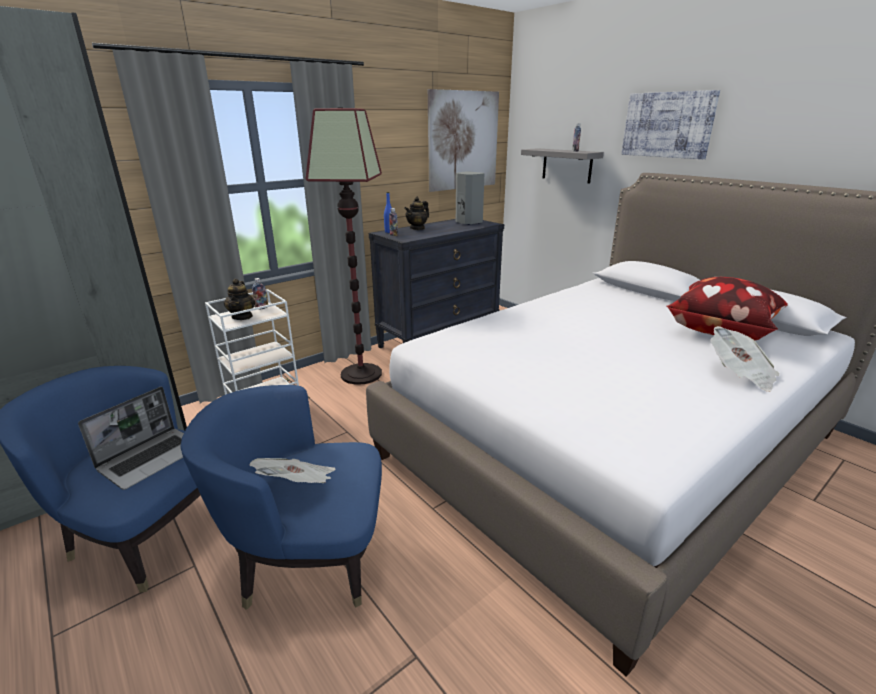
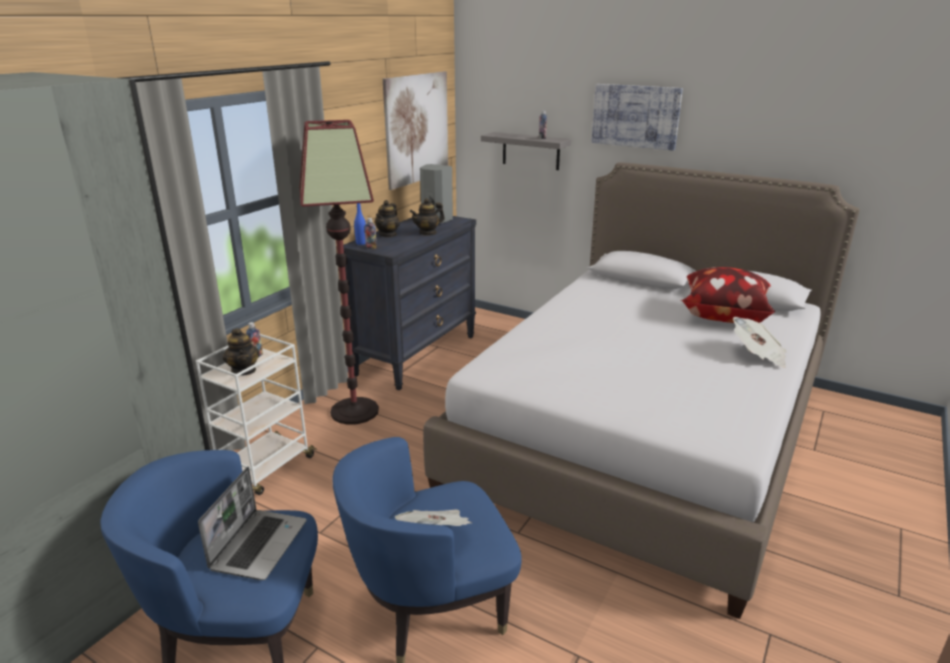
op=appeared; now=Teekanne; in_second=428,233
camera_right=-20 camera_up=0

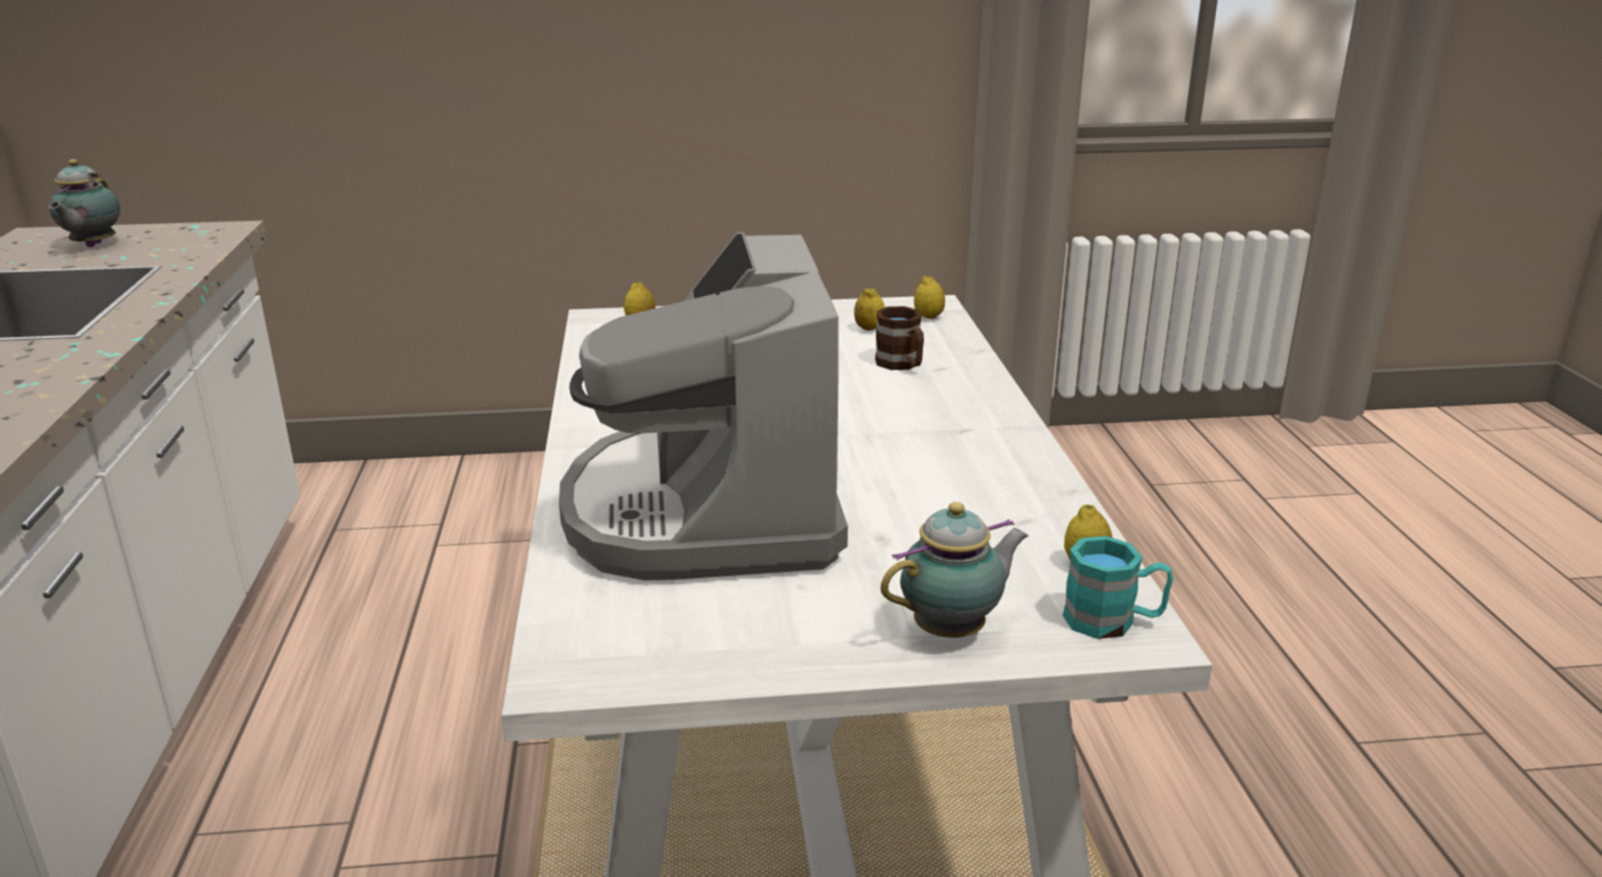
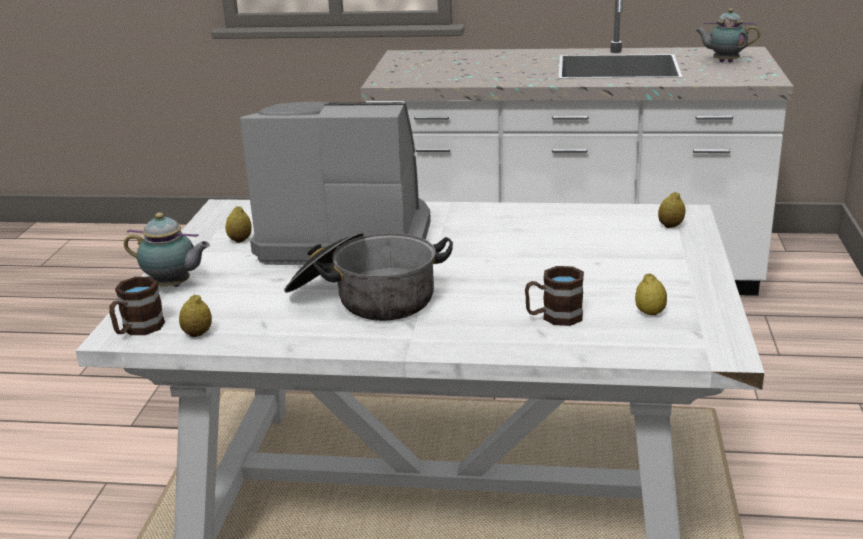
op=relocated; was=Zitrone; in_first=928,317; in_second=240,240
op=spun; was=Teekanne; in_first=954,630; in_second=173,286; clockwise=-60
op=colour; was=Henkelbecher/türkis; now=Henkelbecher/braun; in_first=1113,621; in_second=137,330
op=appeared; now=Kochtopf; in_second=365,299
camera_right=105 camera_up=0

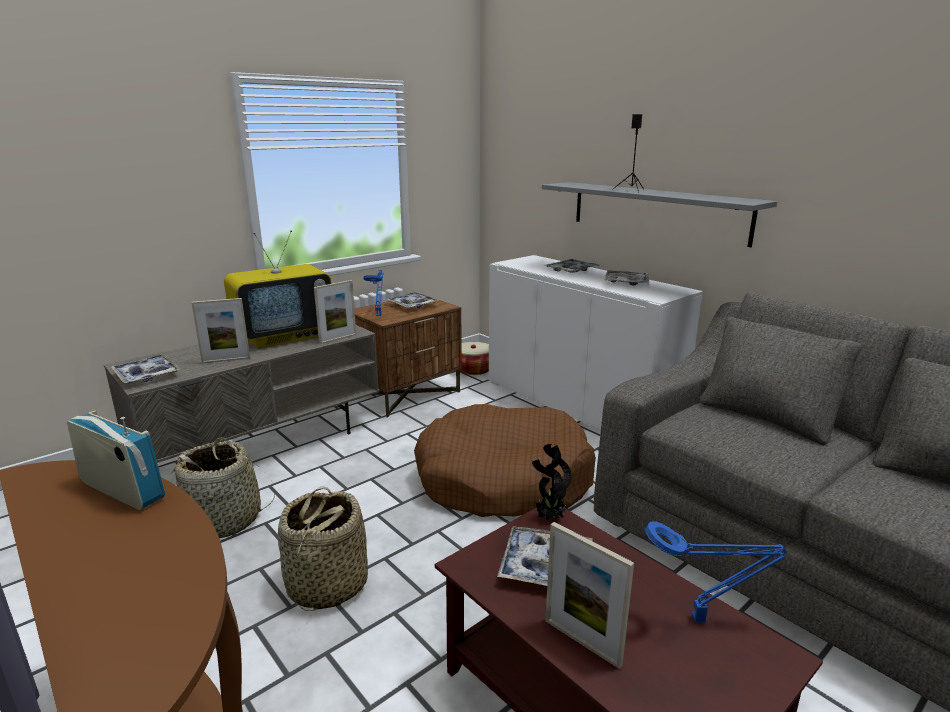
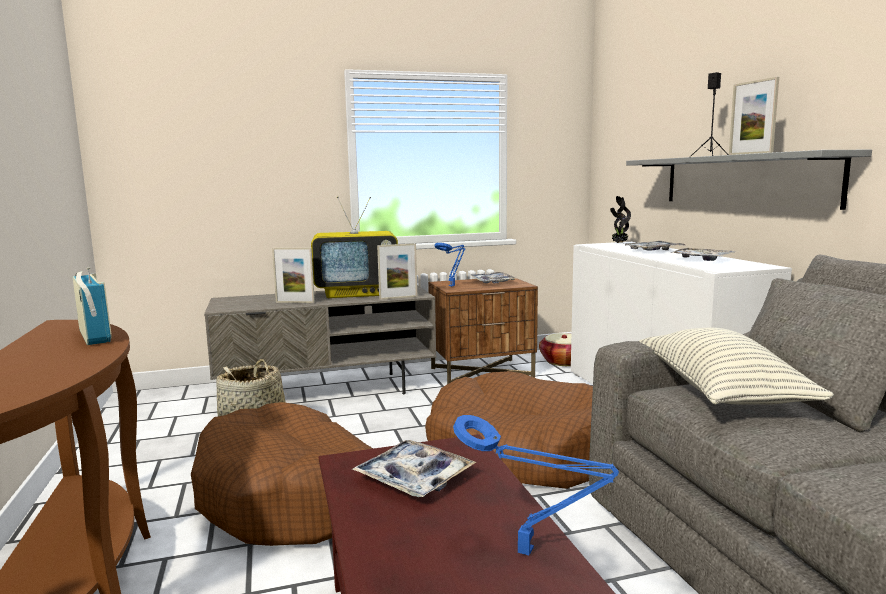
op=missing; was=Tablett; in_first=147,375
op=relocated; was=Topfpflanze; in_first=549,518; in_second=619,243
op=exchanged; was=Korb; now=Hundebett/braun; in_first=326,585; in_second=291,496
op=relocated; was=Bilderrahmen; in_first=582,642; in_second=750,154
op=appeared; now=Kissen; in_second=719,392
camera_right=25 camera_up=-10

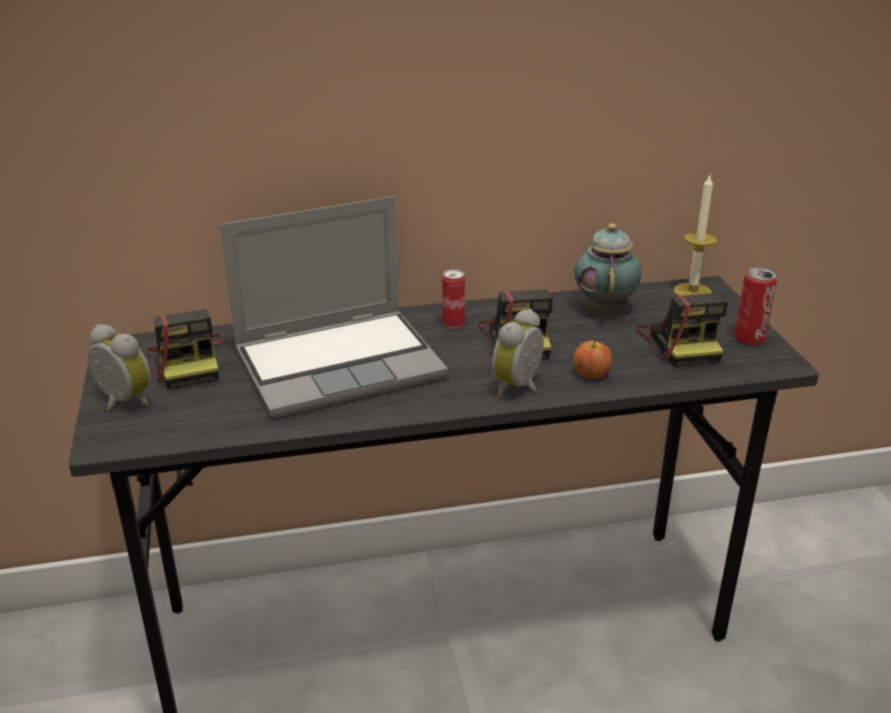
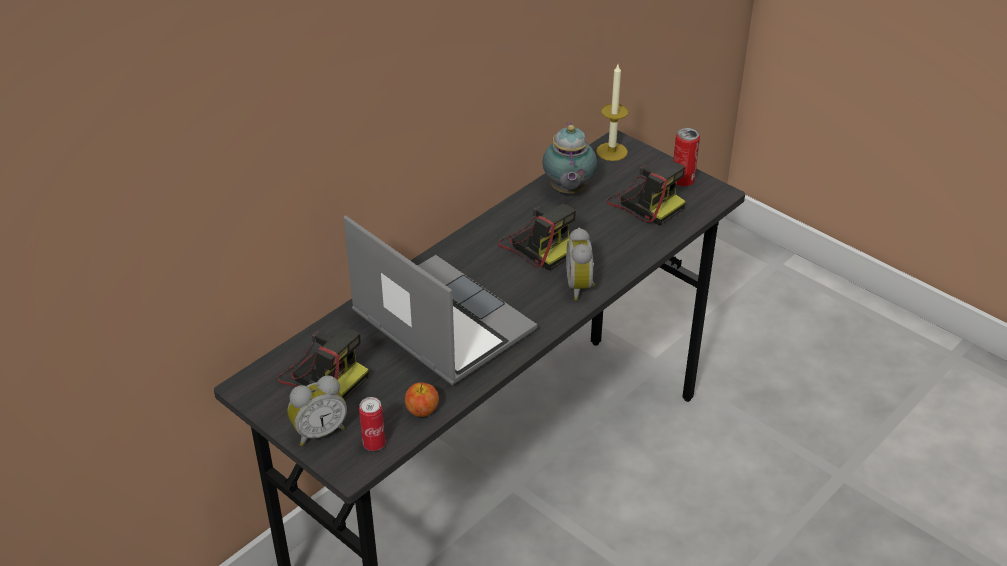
op=spun; was=Laptop; in_first=341,364; in_second=439,323; clockwise=-75
op=spun; was=Teekanne; in_first=605,307; in_second=568,191; clockwise=-150
op=relocated; was=Dose; in_first=453,324; in_second=374,444
op=spun; was=Wecker; in_first=122,403; in_second=319,431; clockwise=150
op=relocated; was=Apfel; in_first=591,374; in_second=422,410
camera_right=-35 camera_up=10

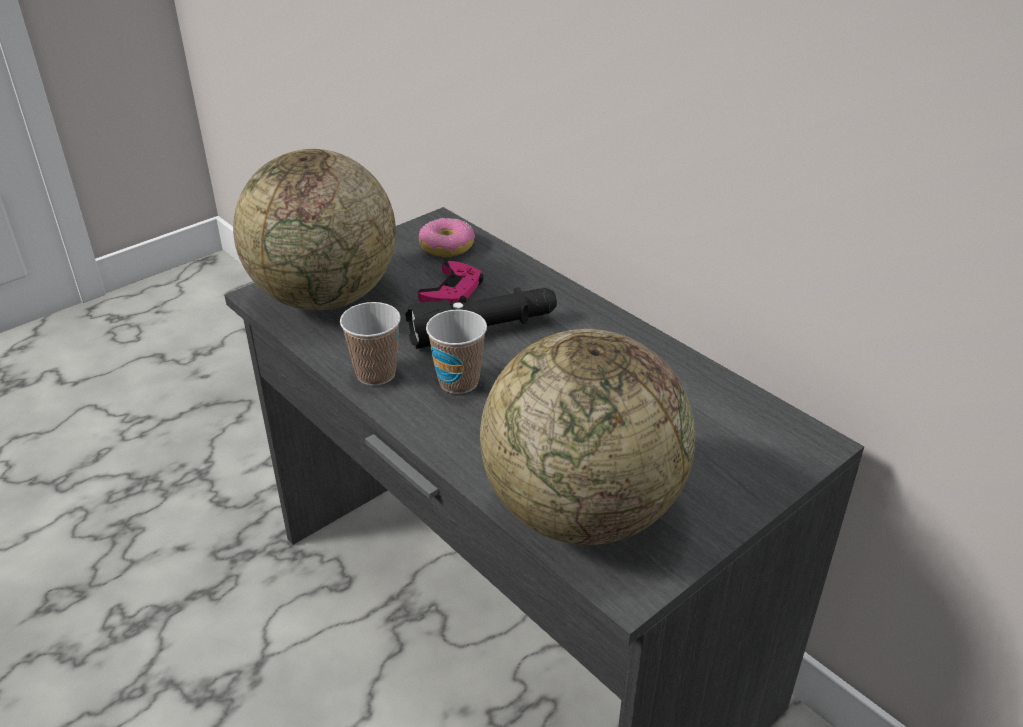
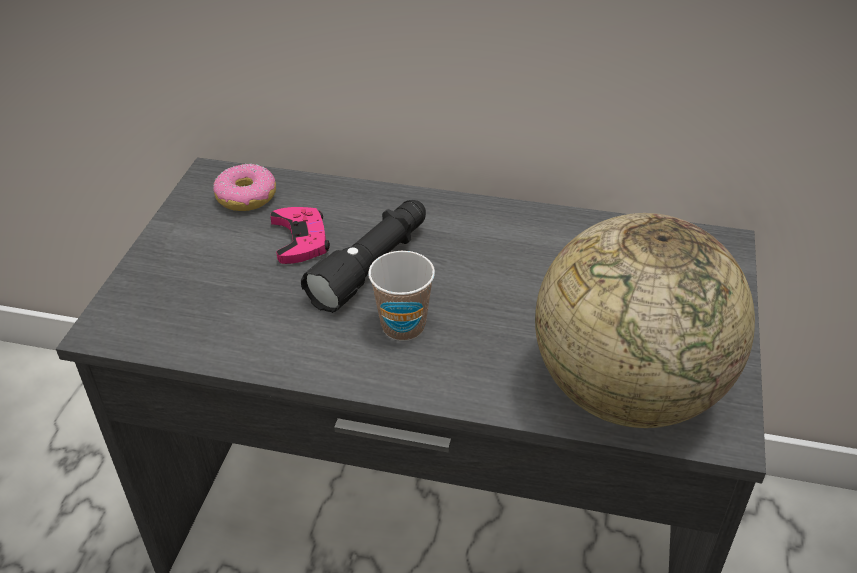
op=missing; was=Globus; in_first=325,297
op=missing; was=Tasse; in_first=376,374
camera_right=-35 camera_up=5

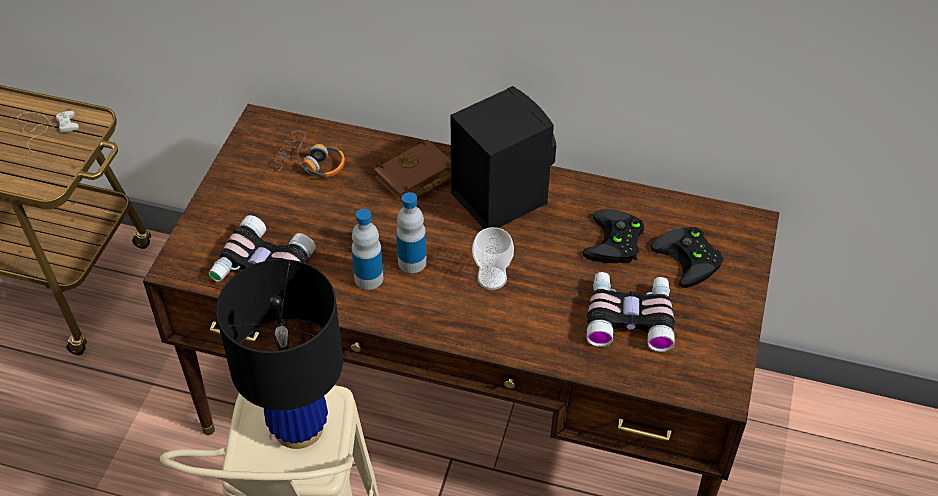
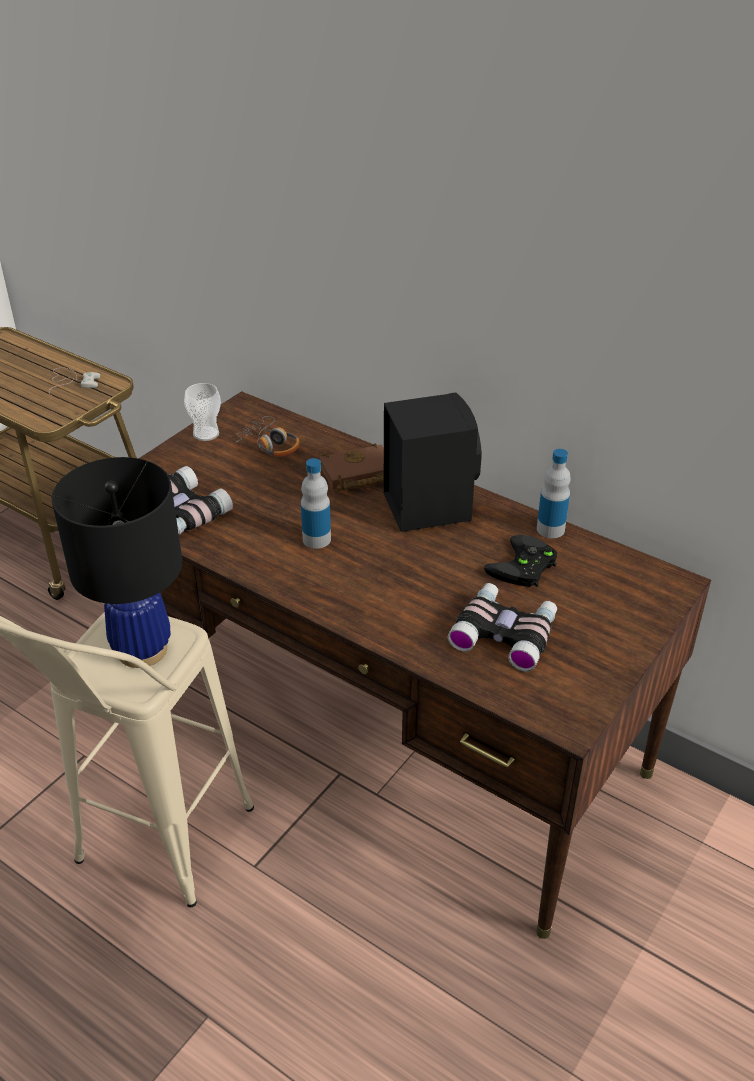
op=relocated; was=Flasche; in_first=369,278; in_second=550,529
op=relocated; was=Tasse; in_first=492,278; in_second=206,434
op=missing; was=Gamepad/schwarz; in_first=691,259
camera_right=20 camera_up=-10

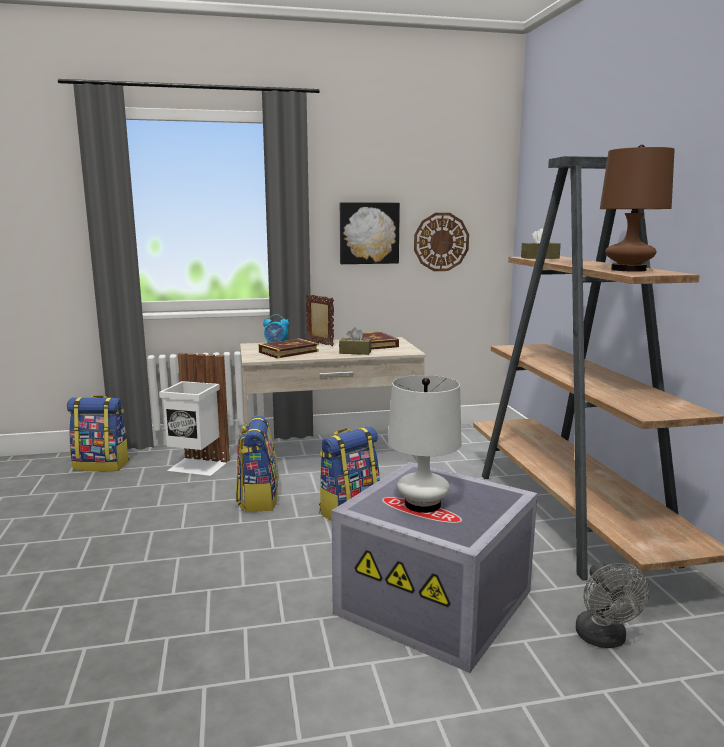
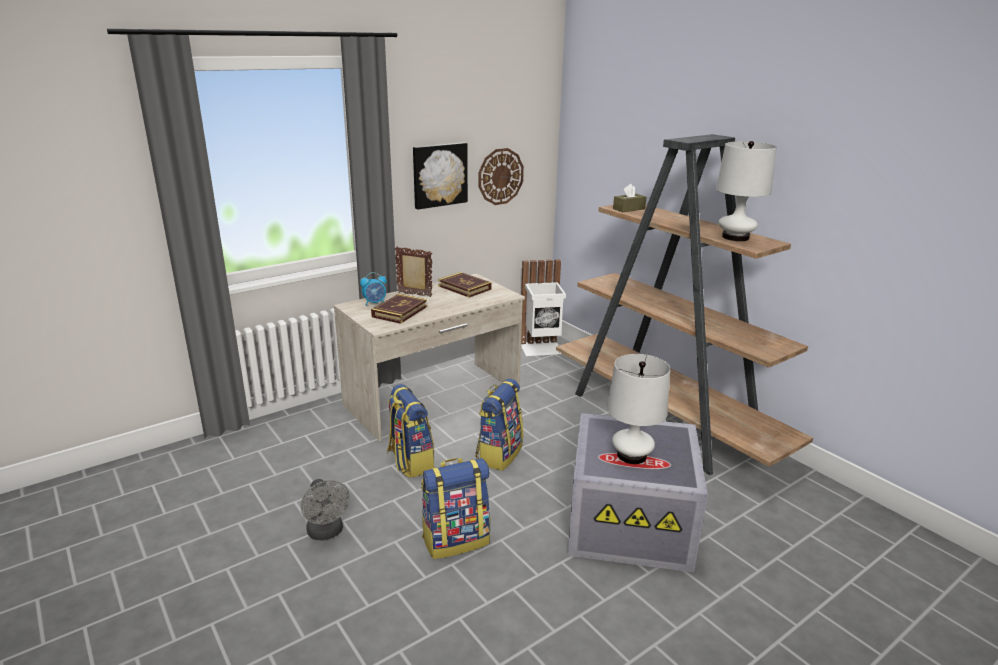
op=colour; was=Tischlampe/braun; now=Tischlampe/weiß; in_first=628,270; in_second=735,237
op=missing; was=Taschentuchbox/braun; in_first=355,352
op=relocated; was=Mülleimer/weiß; in_first=198,466; in_second=541,348
op=relocated; was=Rucksack; in_first=102,465; in_second=456,540
op=relocated; was=Ventilator/grau; in_first=604,639; in_second=327,533
camera_right=-25 camera_up=10

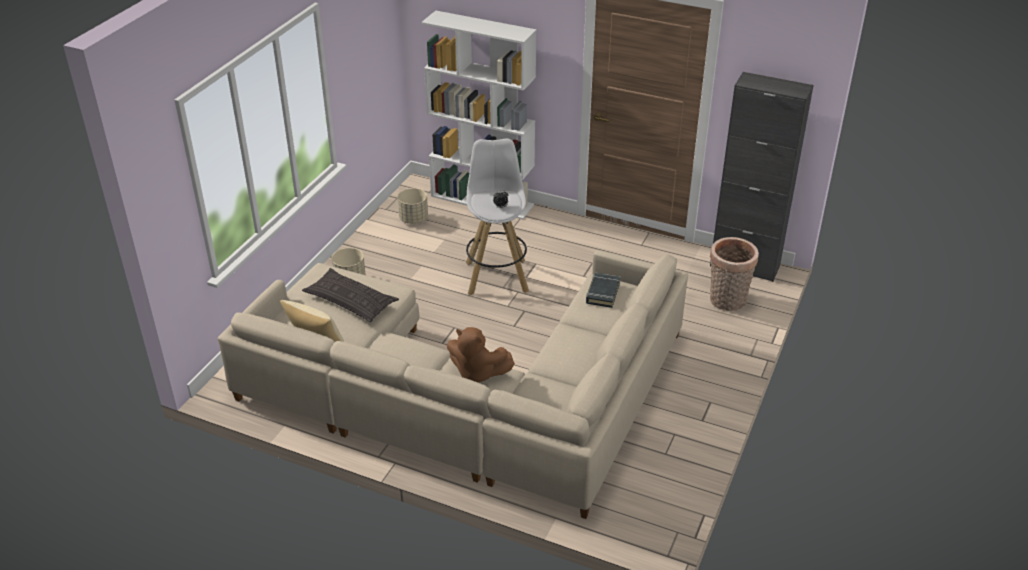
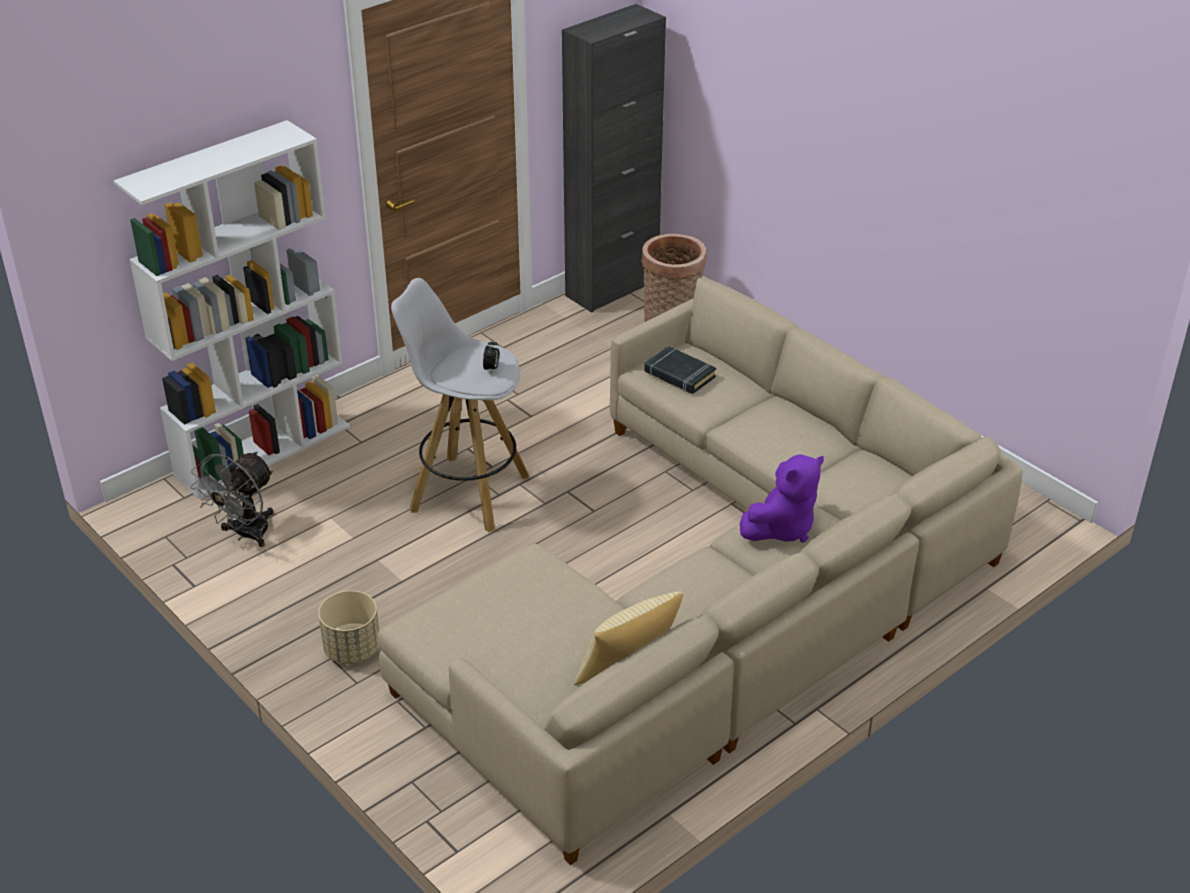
op=exchanged; was=Pflanzkübel/beige; now=Ventilator/grau; in_first=413,219; in_second=245,534
op=missing; was=Kissen; in_first=350,301
op=colour; was=Plüschtier/braun; now=Plüschtier/lila; in_first=477,373; in_second=782,528
camera_right=-65 camera_up=0

